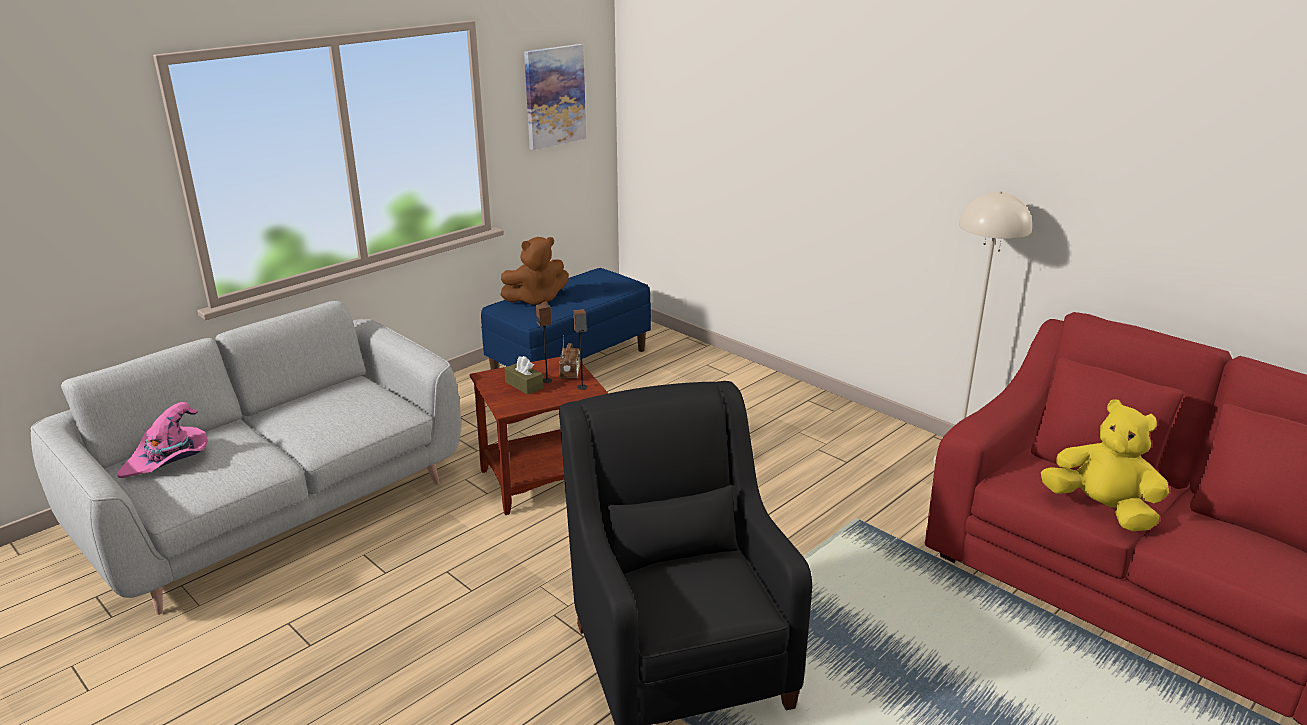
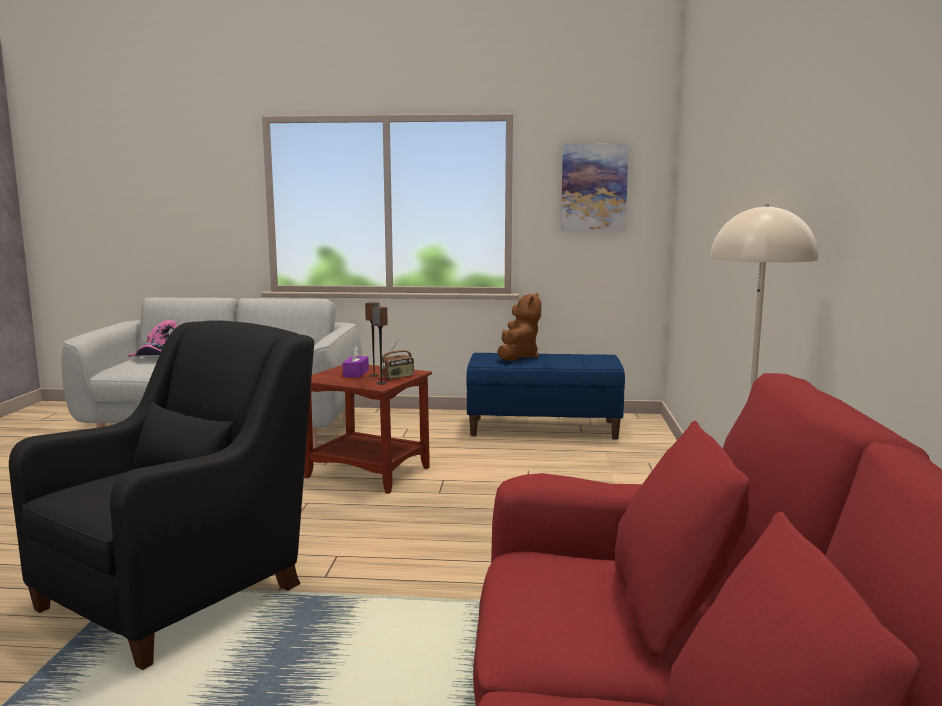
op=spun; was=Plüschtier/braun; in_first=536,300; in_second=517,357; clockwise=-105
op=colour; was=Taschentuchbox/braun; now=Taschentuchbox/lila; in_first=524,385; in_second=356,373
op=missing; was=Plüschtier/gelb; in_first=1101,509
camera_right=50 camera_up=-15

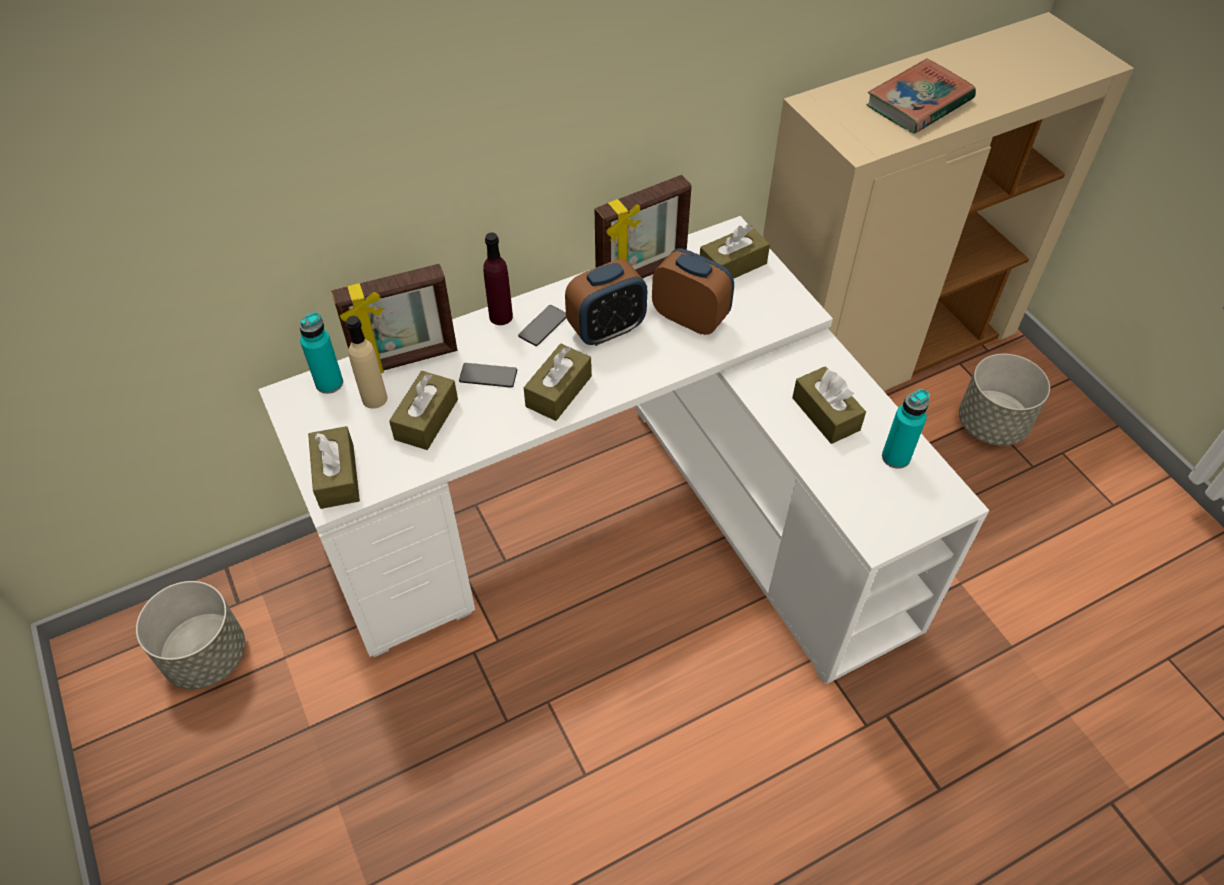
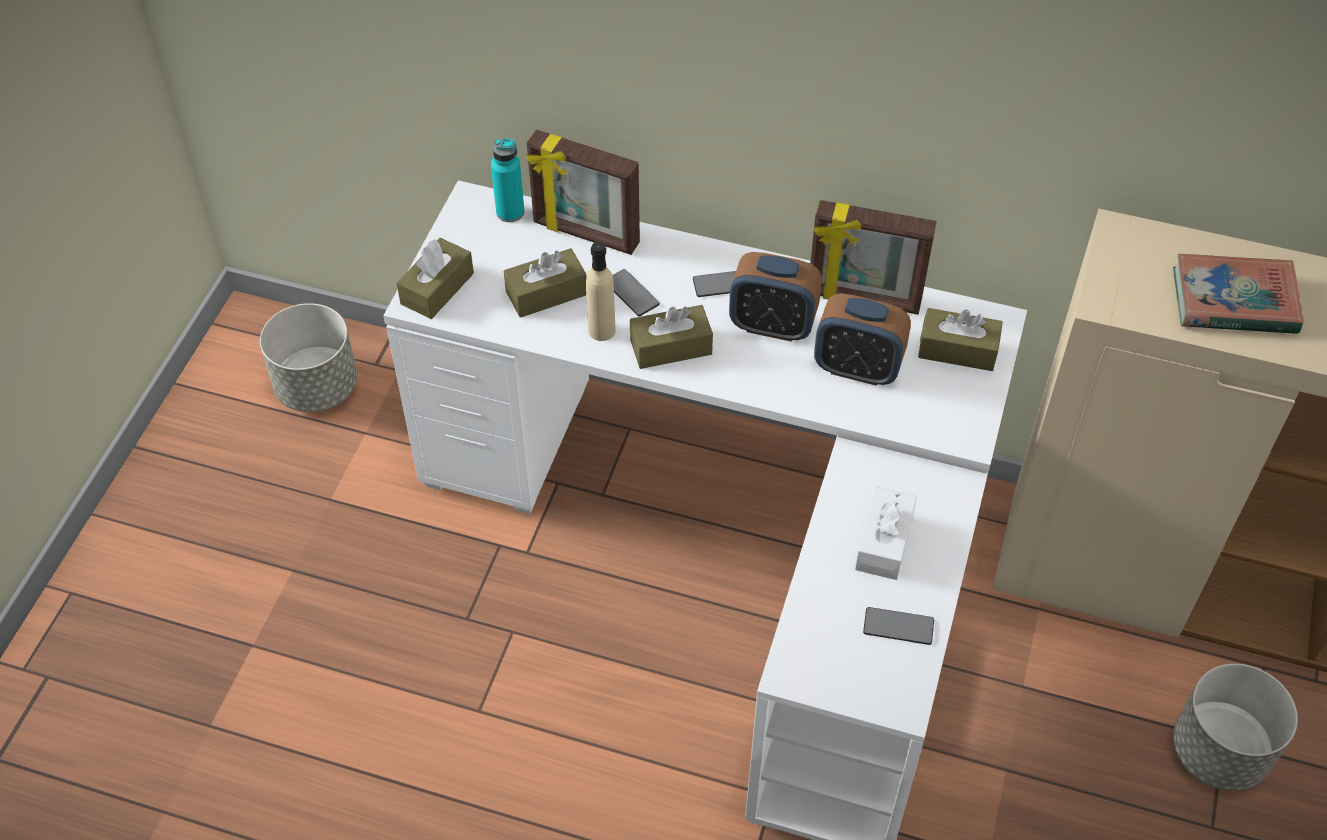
op=missing; was=Flasche/lila; in_first=501,316
op=spun; was=Wecker; in_first=690,318; in_second=857,368; clockwise=120
op=relocated; was=Flasche/beige; in_first=374,398; in_second=601,330
op=colour; was=Taschentuchbox/braun; now=Taschentuchbox/weiß; in_first=825,414; in_second=884,542
op=exchanged; was=Flasche/türkis; now=Handy; in_first=896,457; in_second=898,627
camera_right=45 camera_up=0

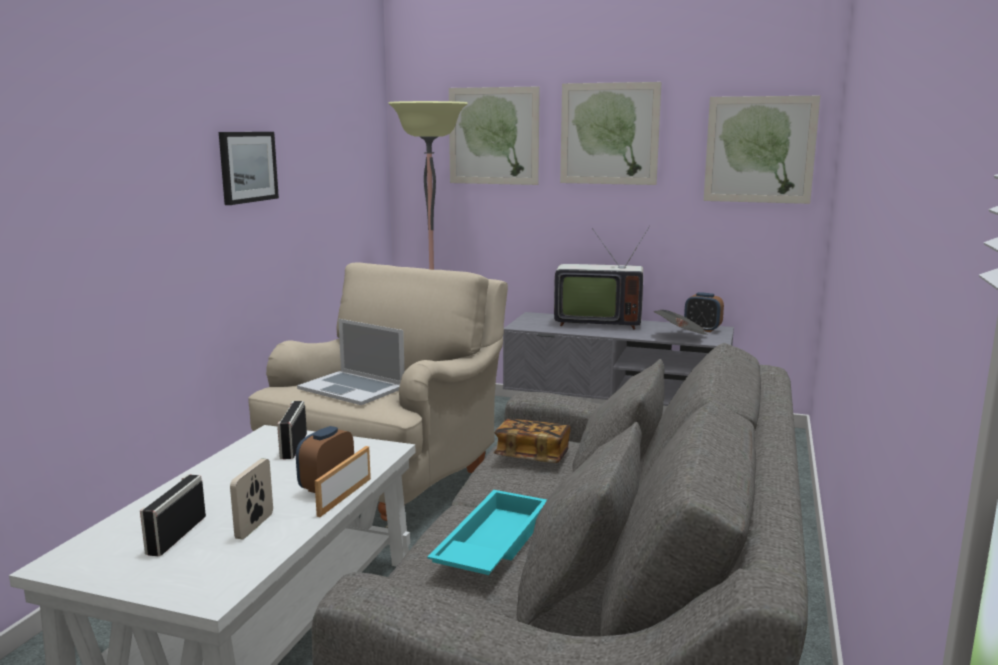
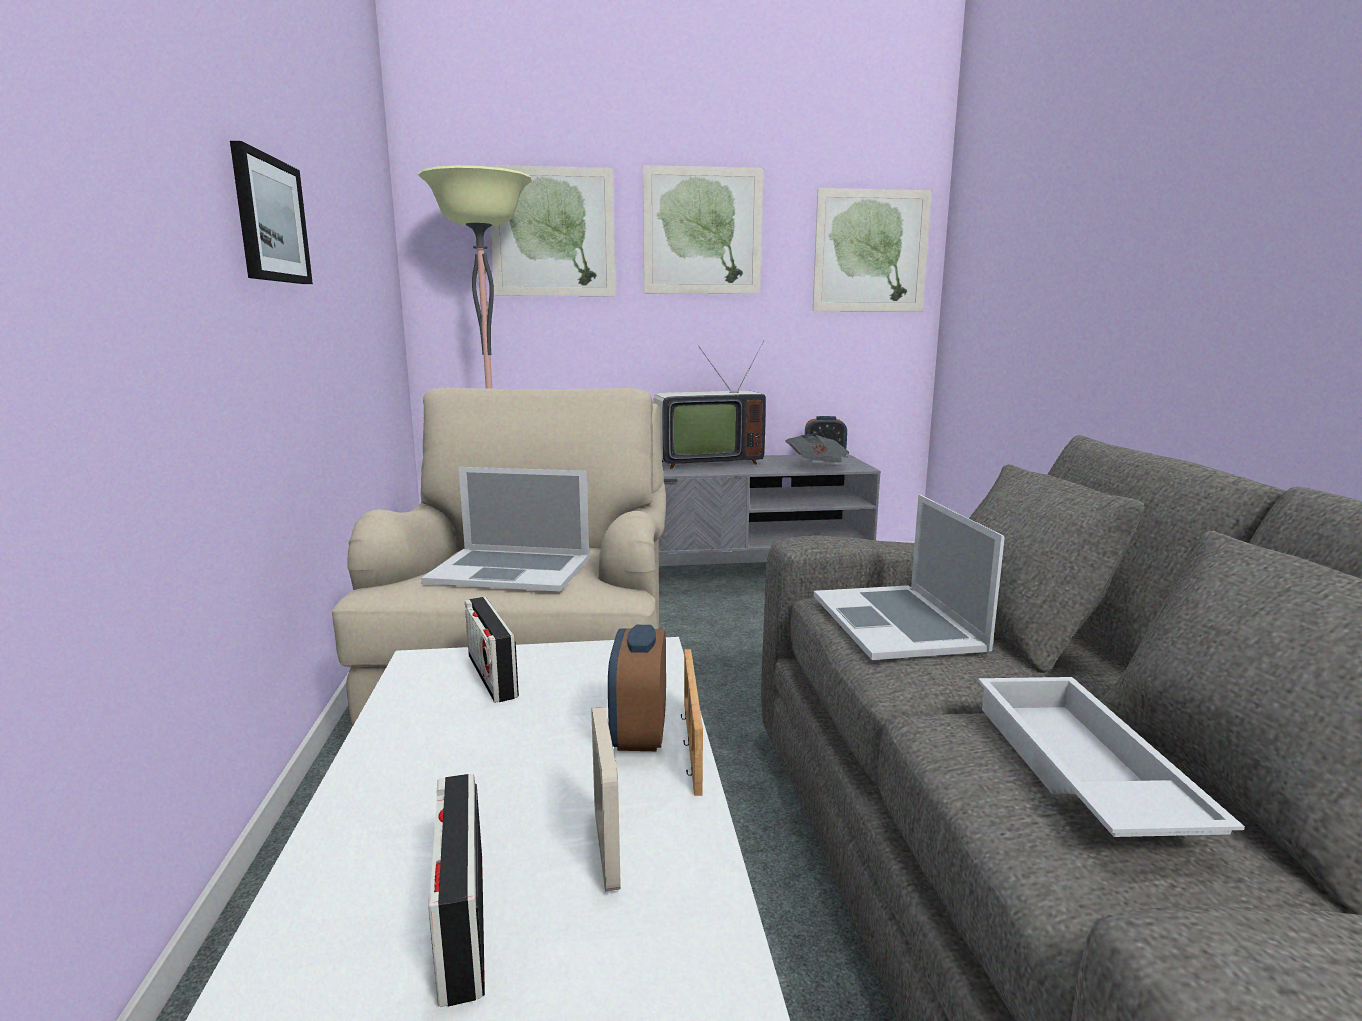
op=exchanged; was=Buch; now=Laptop; in_first=532,456; in_second=897,621
op=colour; was=Tablett/türkis; now=Tablett/weiß; in_first=490,544; in_second=1078,771
camera_right=-25 camera_up=0

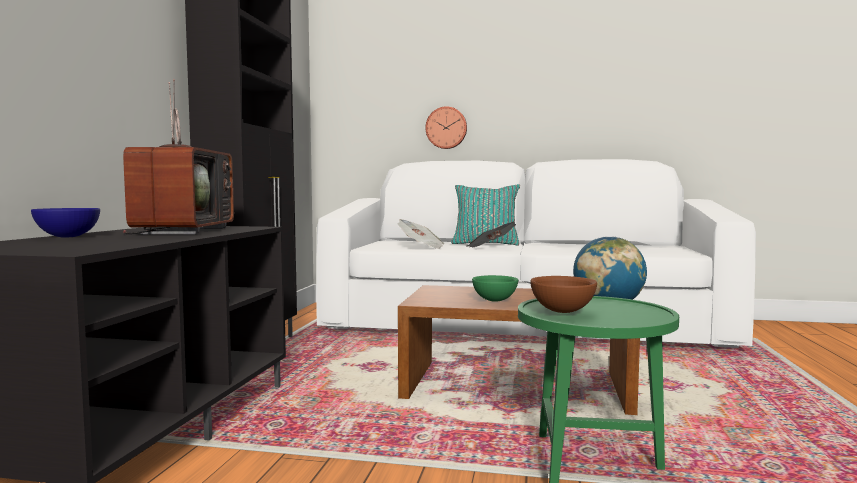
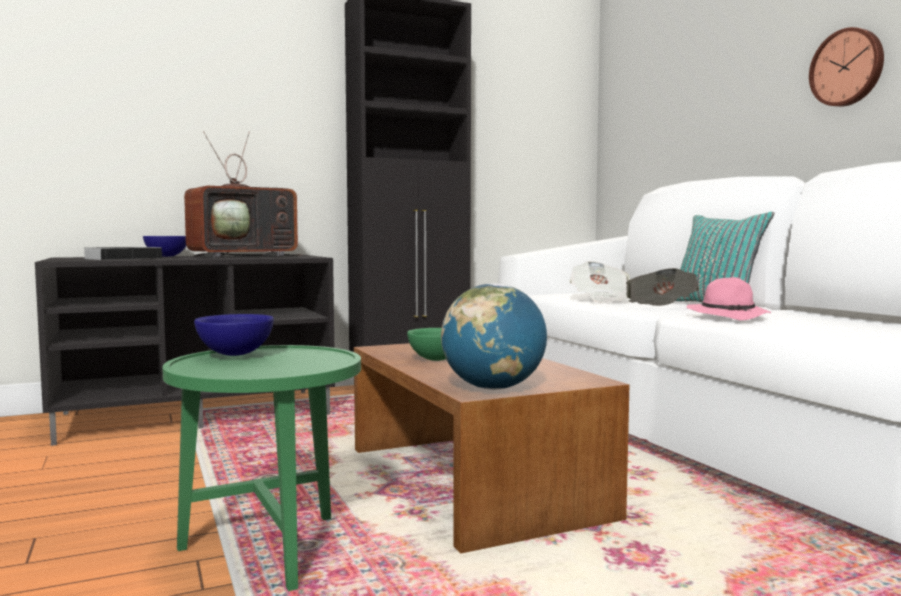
op=relocated; was=Wanduhr; in_first=446,128; in_second=847,68
op=colour; was=Schüssel/braun; now=Schüssel/blau; in_first=563,311; in_second=236,354
op=appeared; now=Buch; in_second=124,258
op=appeared; now=Hut/rosa; in_second=729,316
camera_right=55 camera_up=0

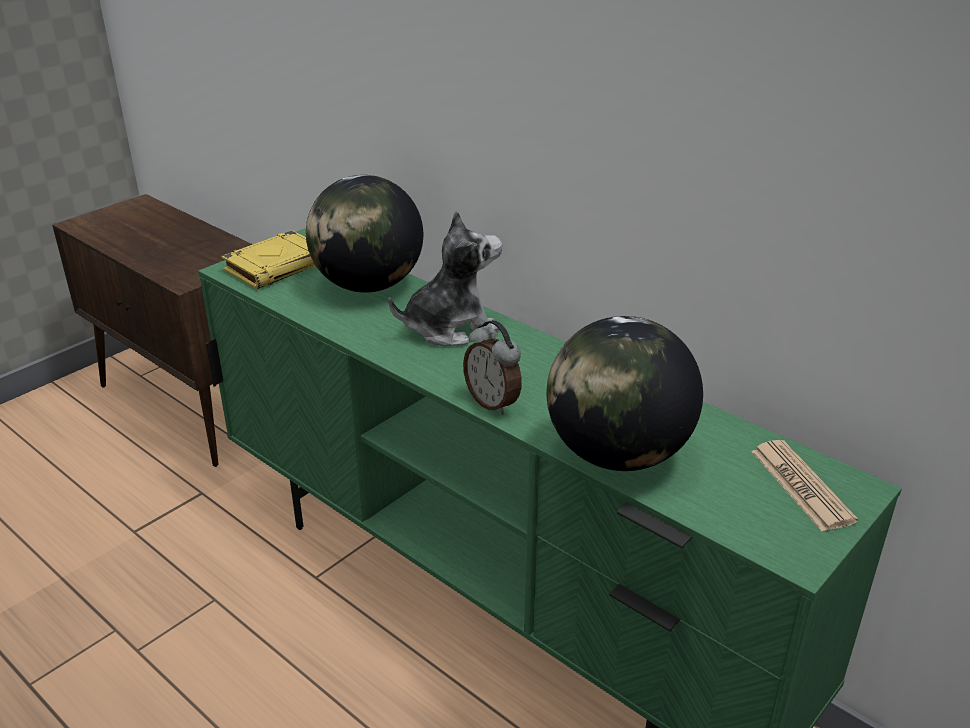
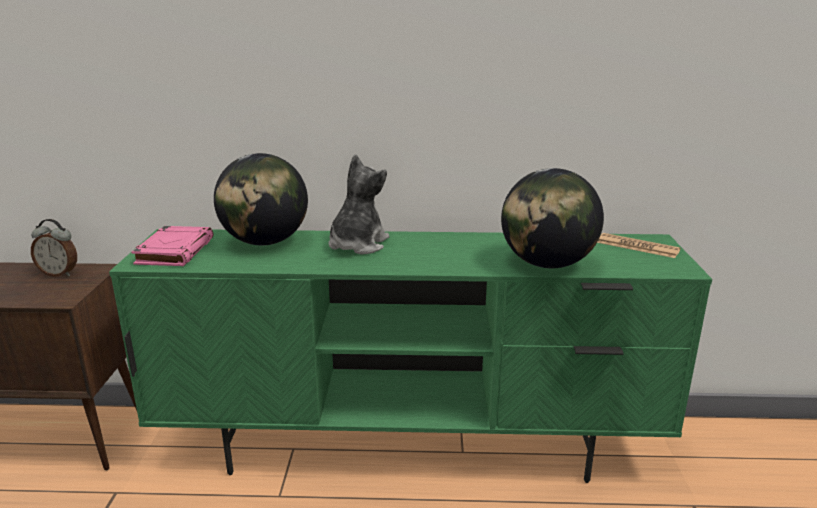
op=colour; was=Buch/gelb; now=Buch/rosa; in_first=277,266; in_second=175,251
op=relocated; was=Wecker; in_first=493,402; in_second=59,273
camera_right=-40 camera_up=-10

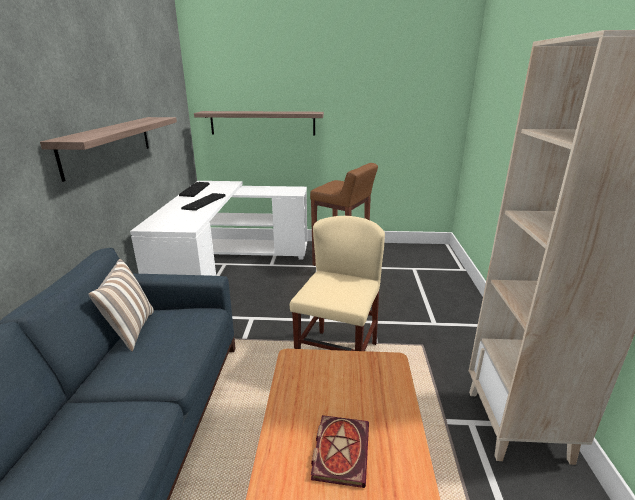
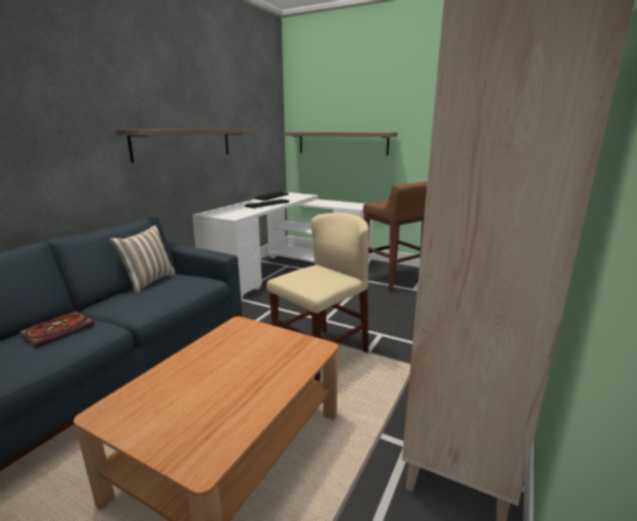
op=relocated; was=Buch; in_first=339,449; in_second=59,330
camera_right=25 camera_up=-5

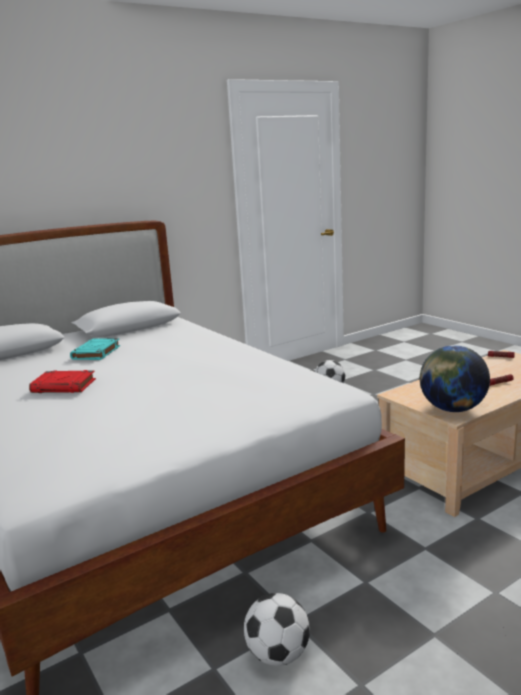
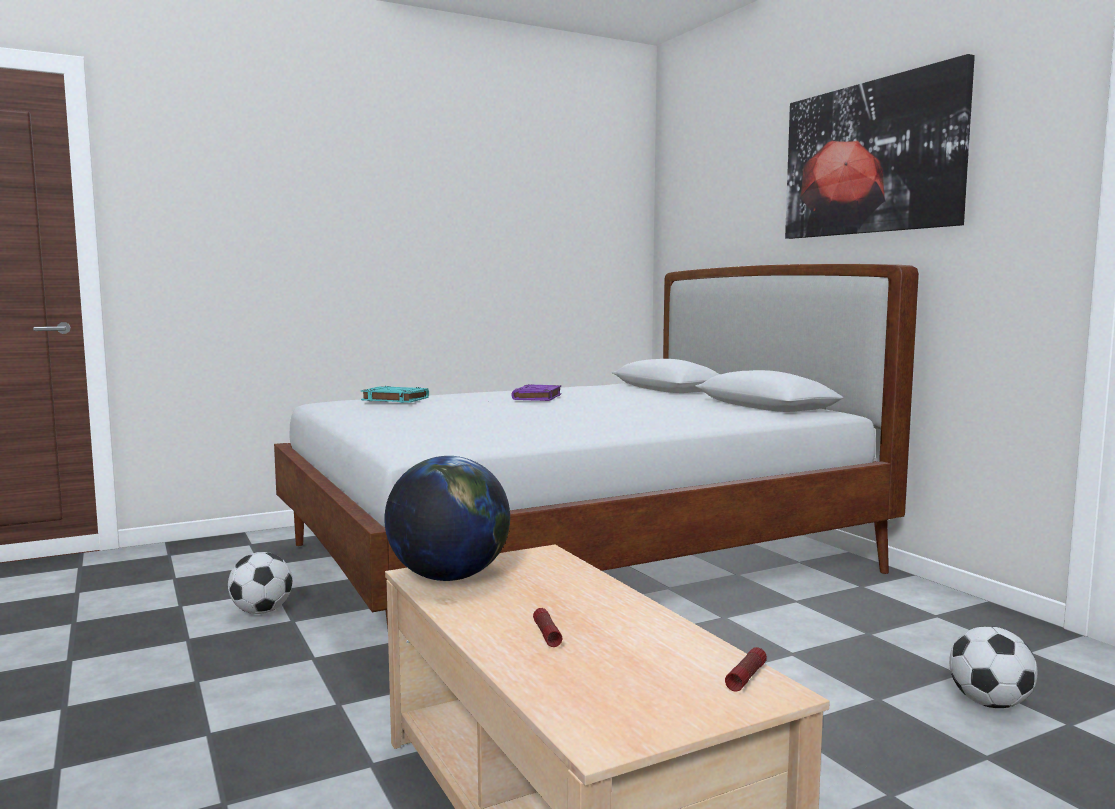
op=relocated; was=Buch/türkis; in_first=96,353; in_second=394,399
op=colour; was=Buch/rot; now=Buch/lila; in_first=64,386; in_second=537,397
op=appeared; now=Bild; in_second=871,158
camera_right=95 camera_up=-10

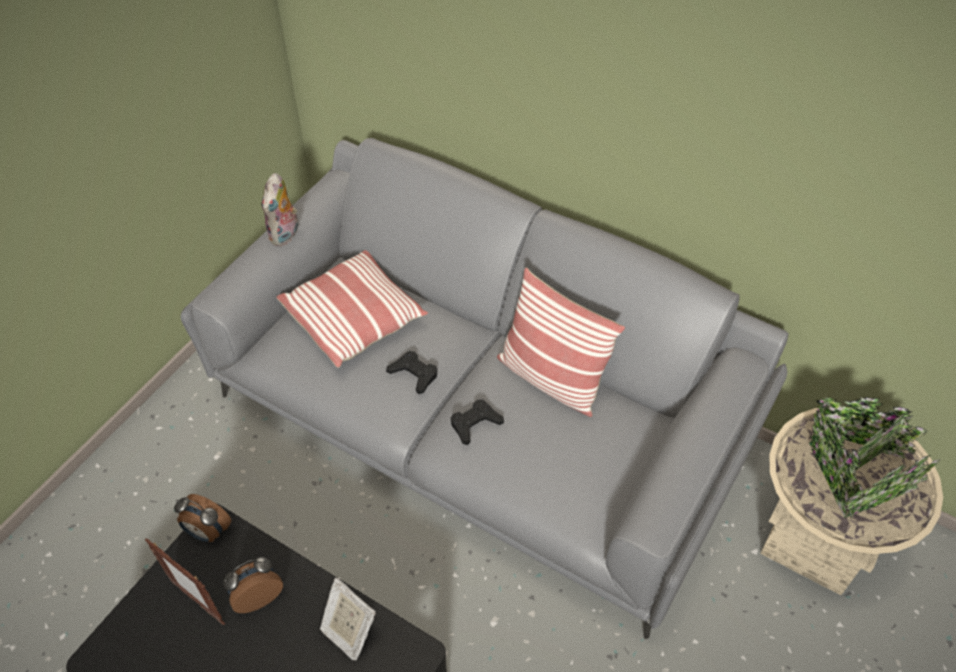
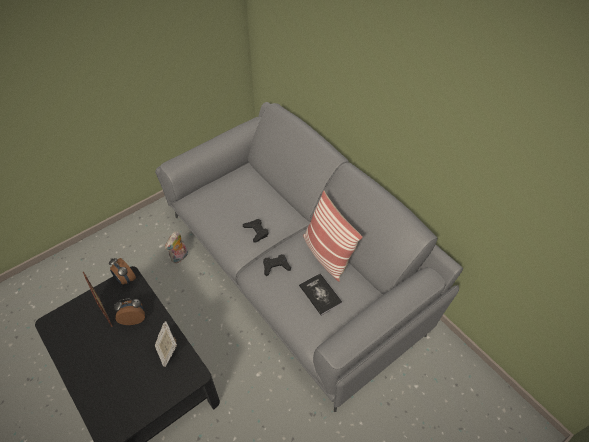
op=relocated; was=Plüschtier; in_first=285,235; in_second=180,257
op=missing; was=Kissen; in_first=354,318
op=missing; was=Pflanzkübel/beige; in_first=815,541
op=appeared; now=Buch; in_second=320,294
camera_right=20 camera_up=0

